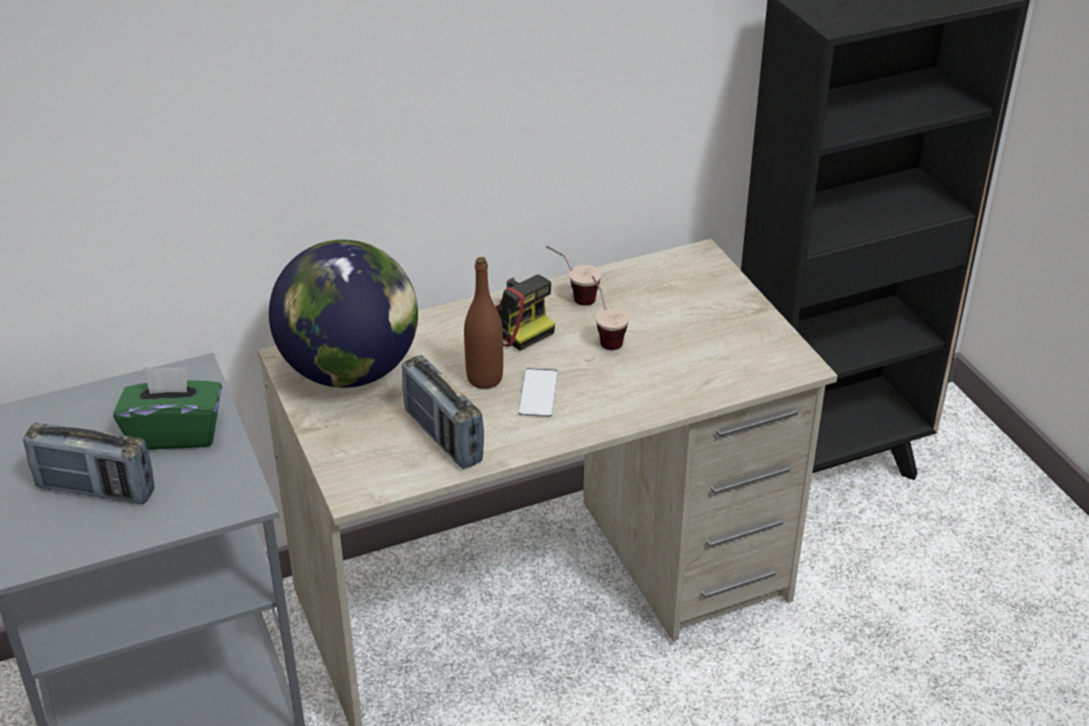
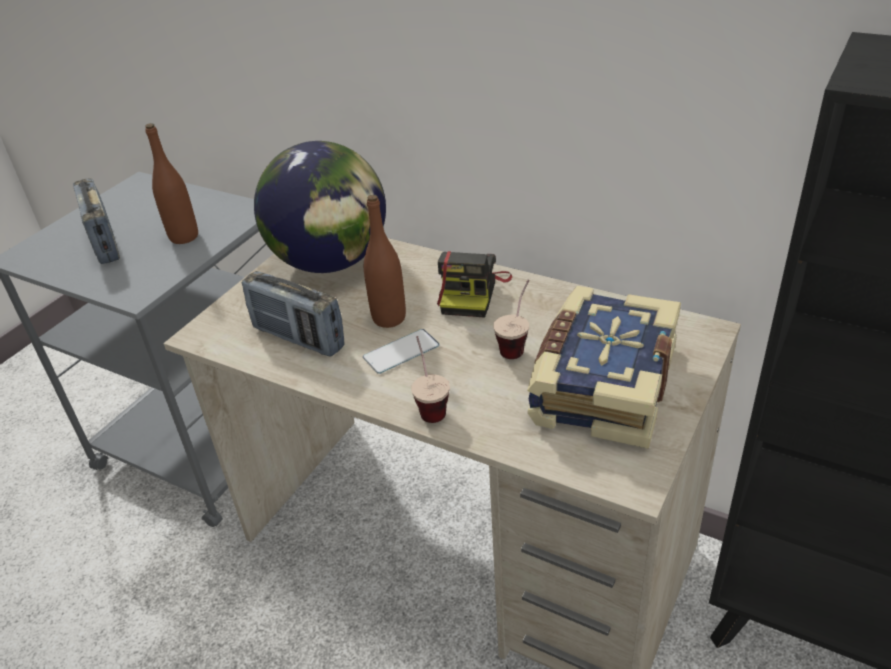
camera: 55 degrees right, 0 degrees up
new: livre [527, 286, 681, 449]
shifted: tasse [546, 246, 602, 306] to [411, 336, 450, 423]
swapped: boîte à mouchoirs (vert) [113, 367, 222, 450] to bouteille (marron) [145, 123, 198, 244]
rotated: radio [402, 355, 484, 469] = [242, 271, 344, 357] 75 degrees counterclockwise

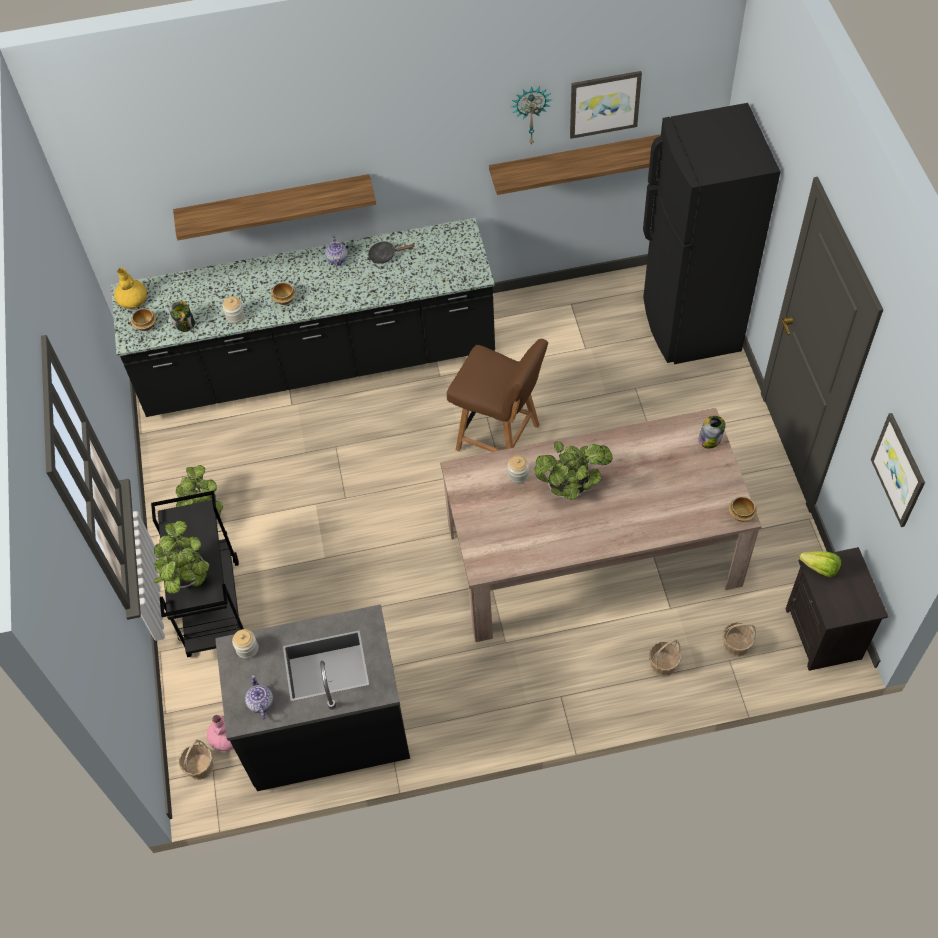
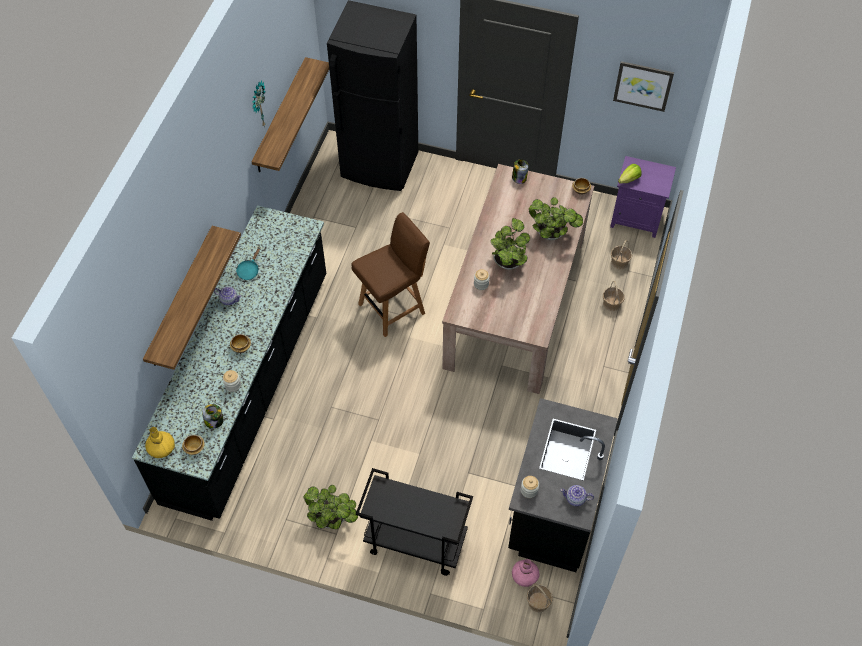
camera: 65 degrees left, 0 degrees up
gone: tableau [570, 71, 642, 139]
shifted: plante en pot [154, 521, 209, 594] to [529, 197, 583, 240]
repainted: poêle (noir) [368, 241, 414, 264] to poêle (turquoise) [236, 247, 261, 280]; table de chevet (noir) [786, 547, 888, 671] to table de chevet (violet) [610, 156, 676, 238]

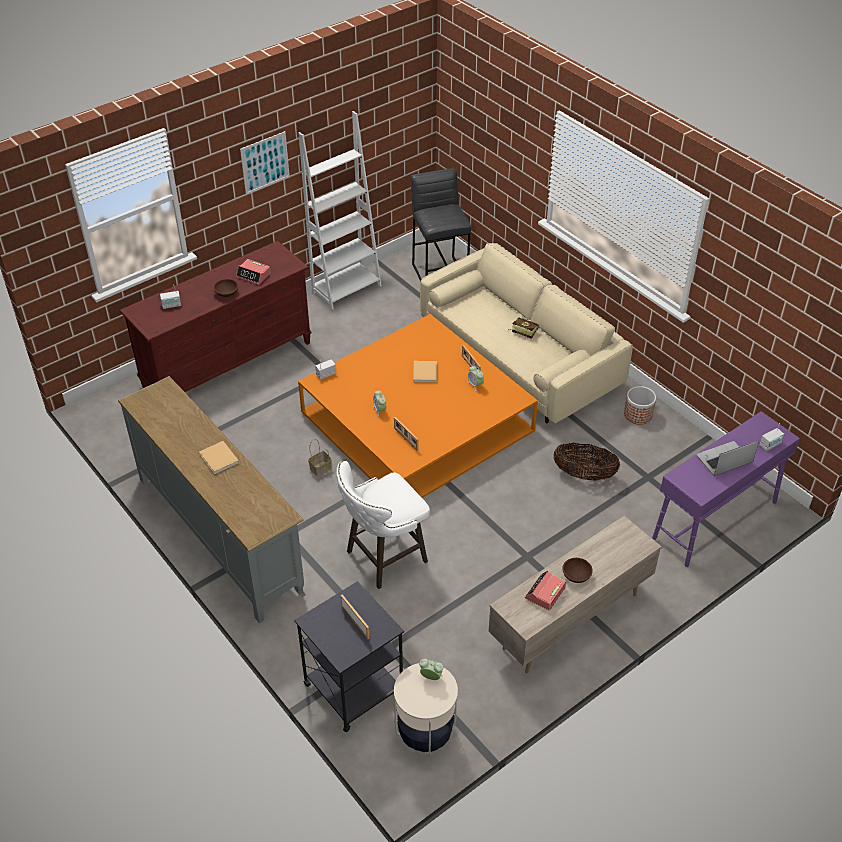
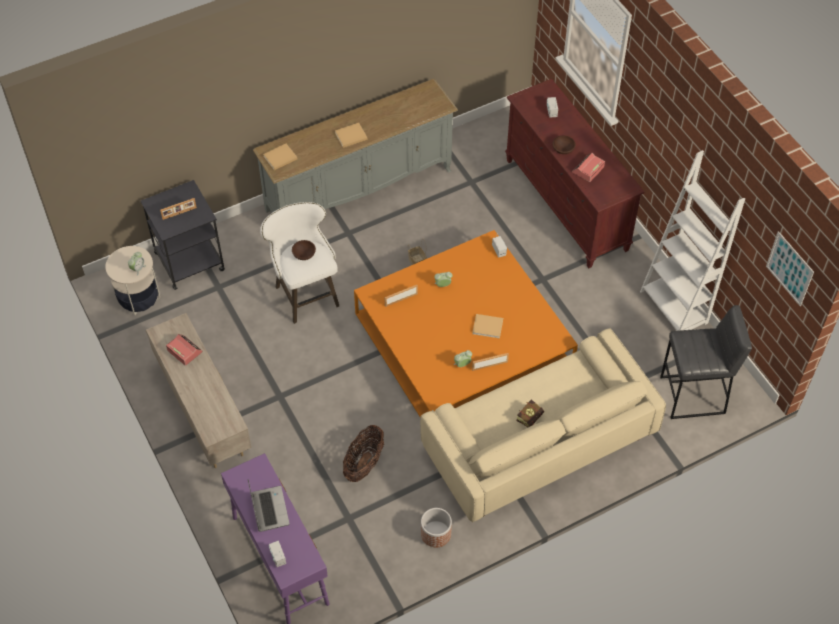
camera: 100 degrees right, 10 degrees up
new: livre (beige) [263, 144, 297, 170]
shifted: tableau [240, 131, 290, 195] to [766, 231, 814, 306]; bol (marron) [562, 558, 593, 583] to [292, 240, 316, 260]

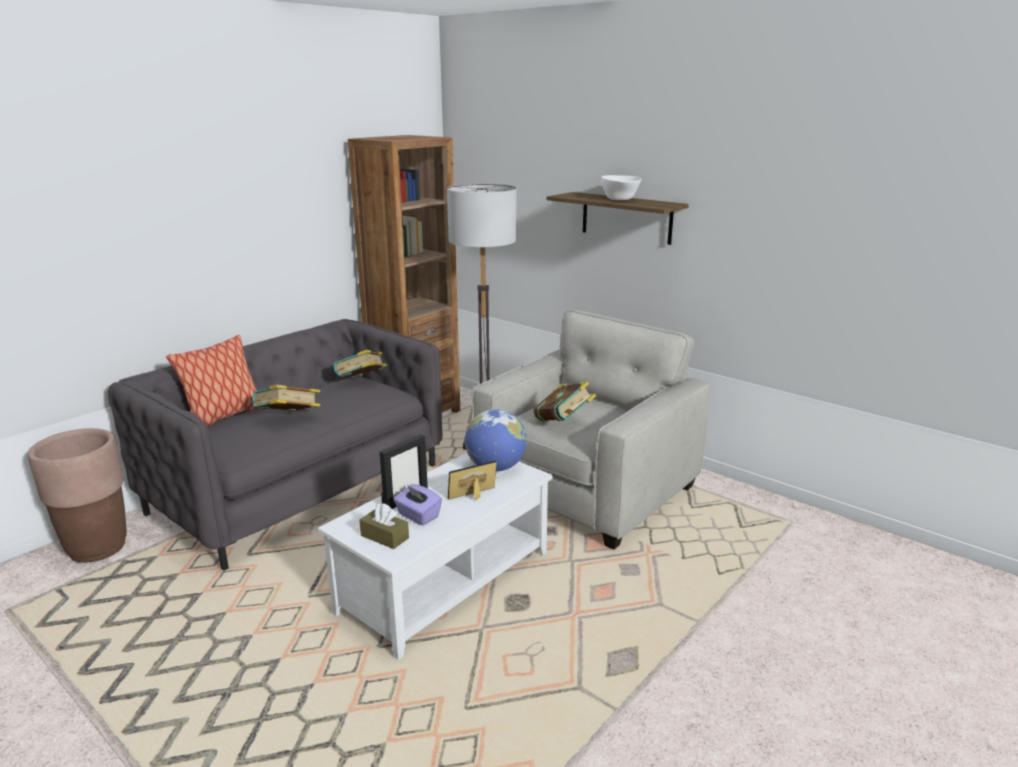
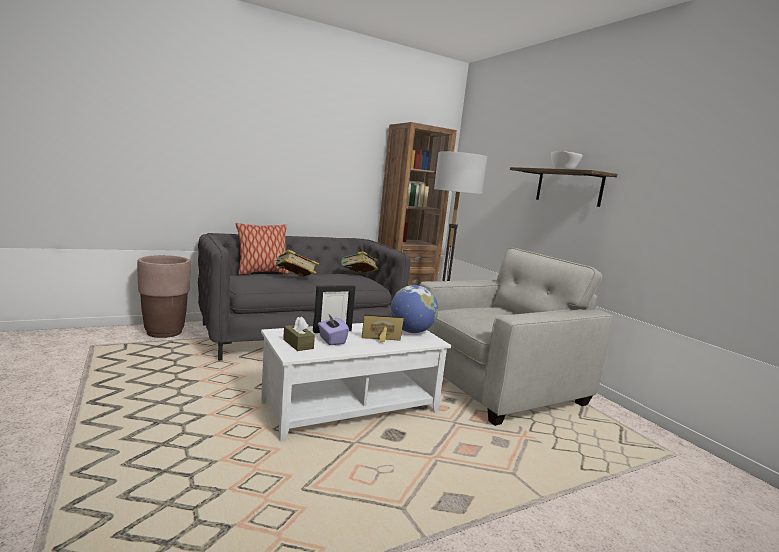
camera: 20 degrees right, 10 degrees down
gone: livre [533, 381, 596, 422]

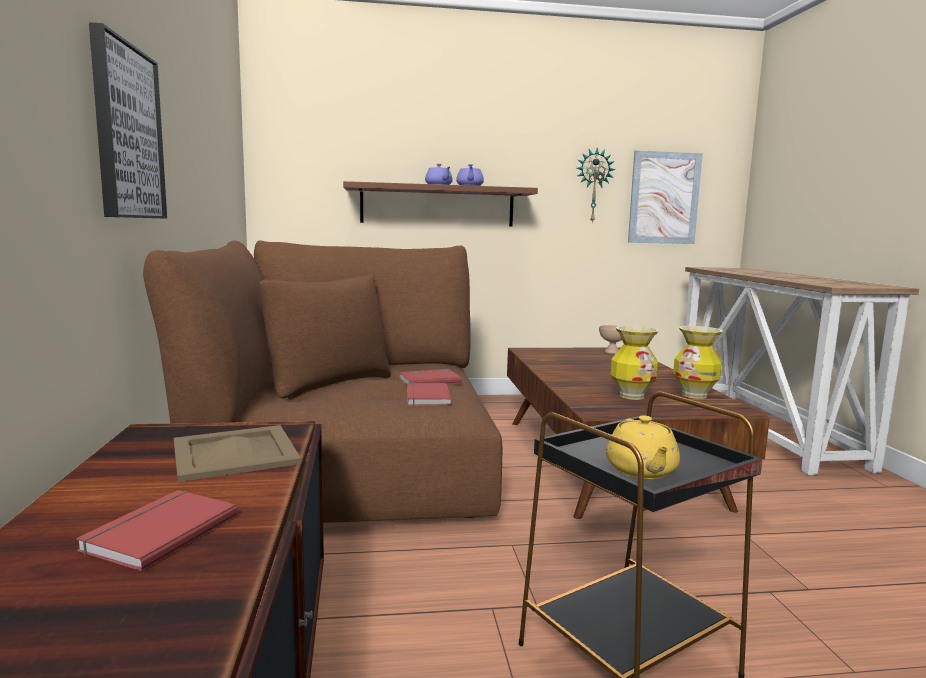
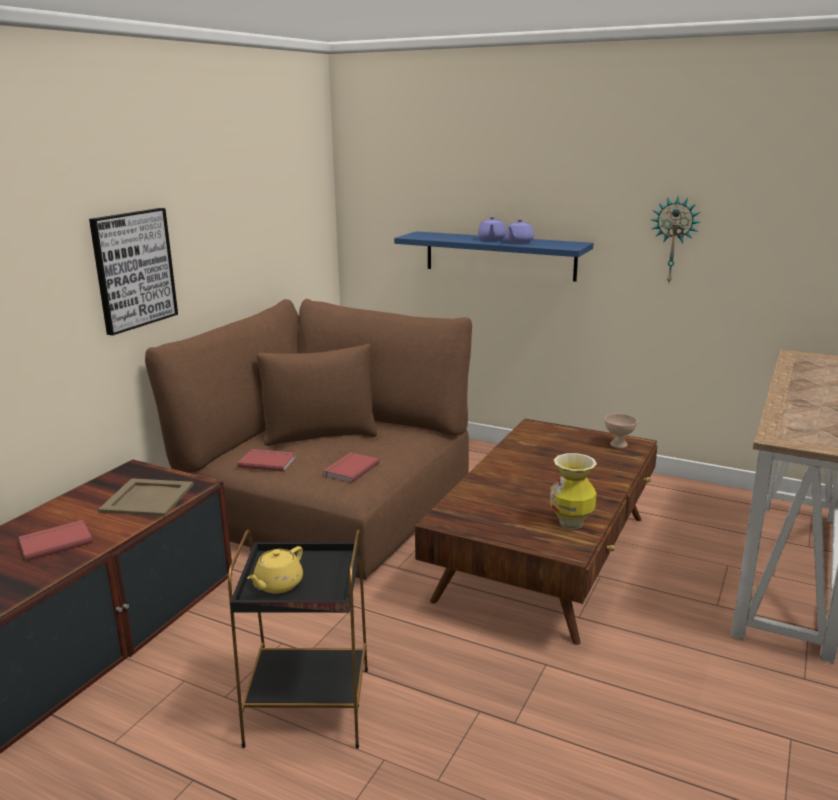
camera: 35 degrees right, 10 degrees up
gone: vase [611, 326, 659, 400]; tableau [628, 151, 703, 244]
shifted: livre (rouge) [399, 369, 462, 384] to [237, 449, 297, 472]
repainted: étagère (marron) [343, 181, 538, 227] to étagère (bleu) [394, 231, 593, 282]

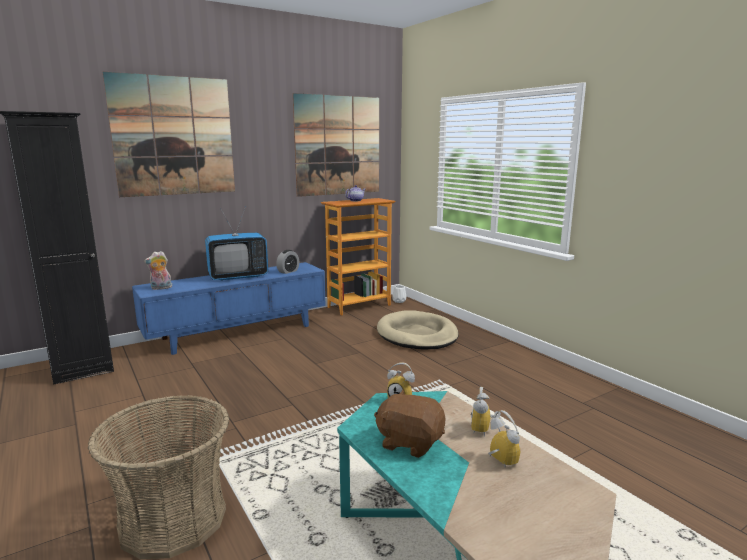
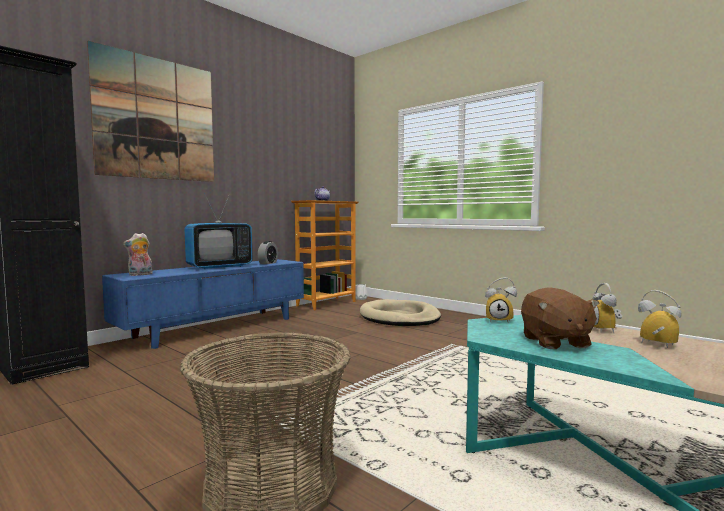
camera: 15 degrees left, 10 degrees down
gone: tableau [293, 93, 379, 197]
rotated: peluche (marron) [374, 390, 446, 458] = [521, 287, 600, 349] 105 degrees counterclockwise

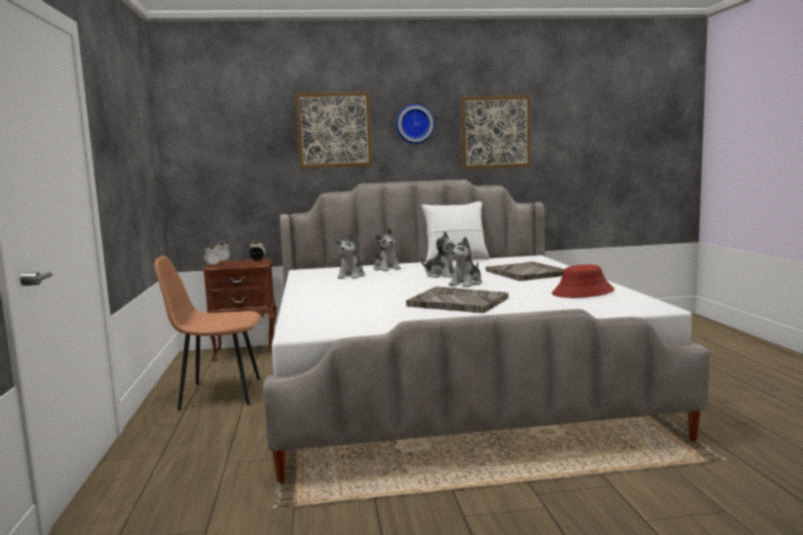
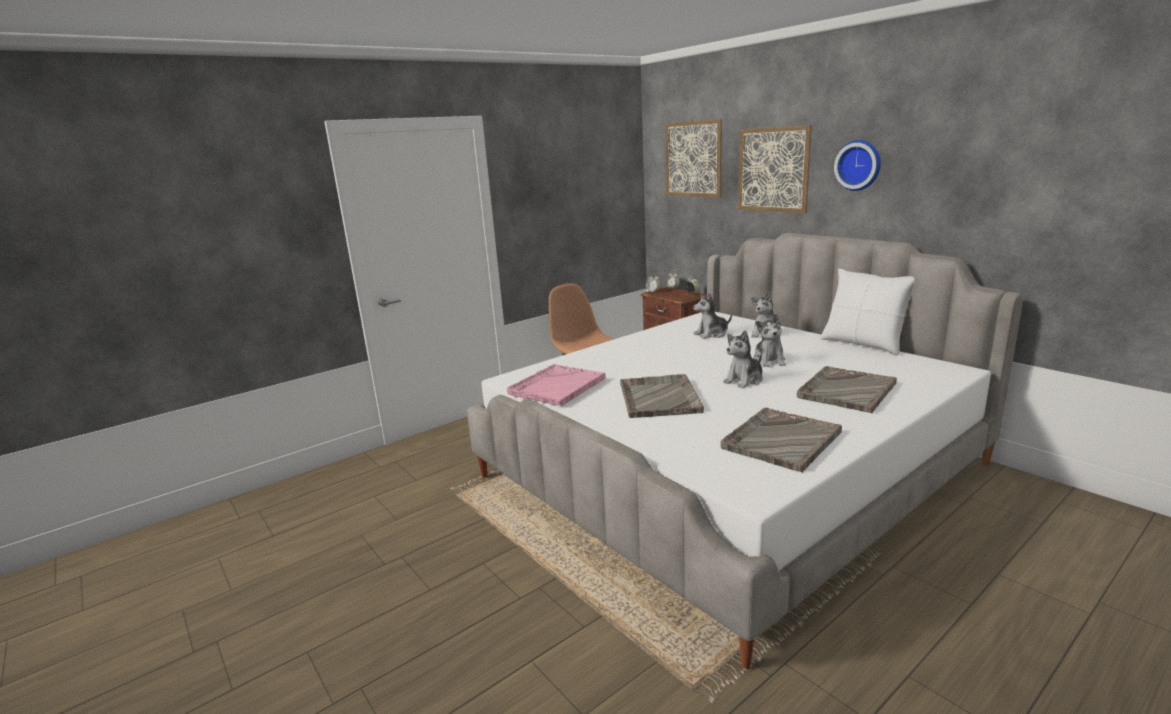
camera: 60 degrees right, 10 degrees up
new: plateau (rose) [507, 364, 606, 406]
shifted: tableau [461, 94, 531, 169] to [665, 119, 722, 198]
swapped: chapeau (rouge) [552, 264, 615, 298] to plateau (gris) [721, 408, 842, 473]
rotated: peluche [449, 237, 482, 287] = [723, 330, 763, 388] 45 degrees counterclockwise

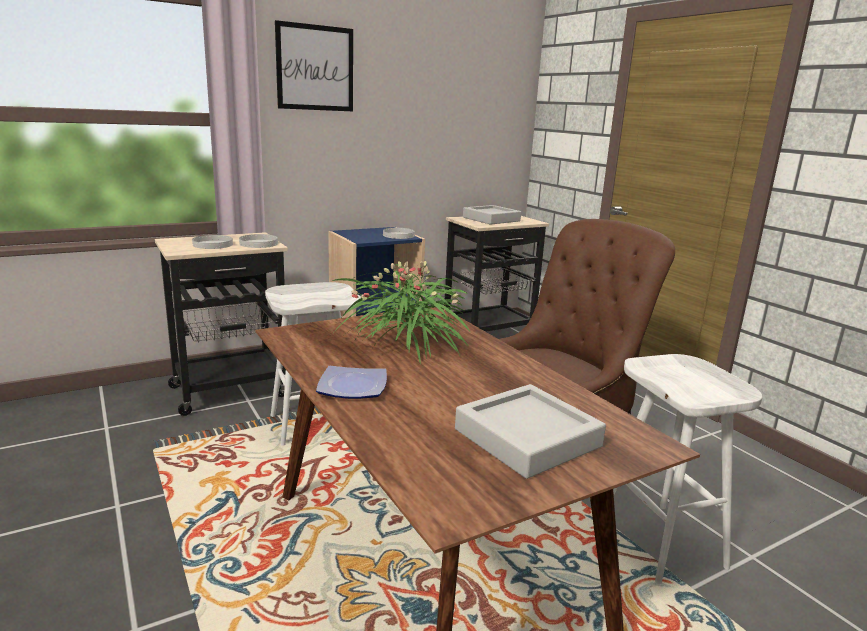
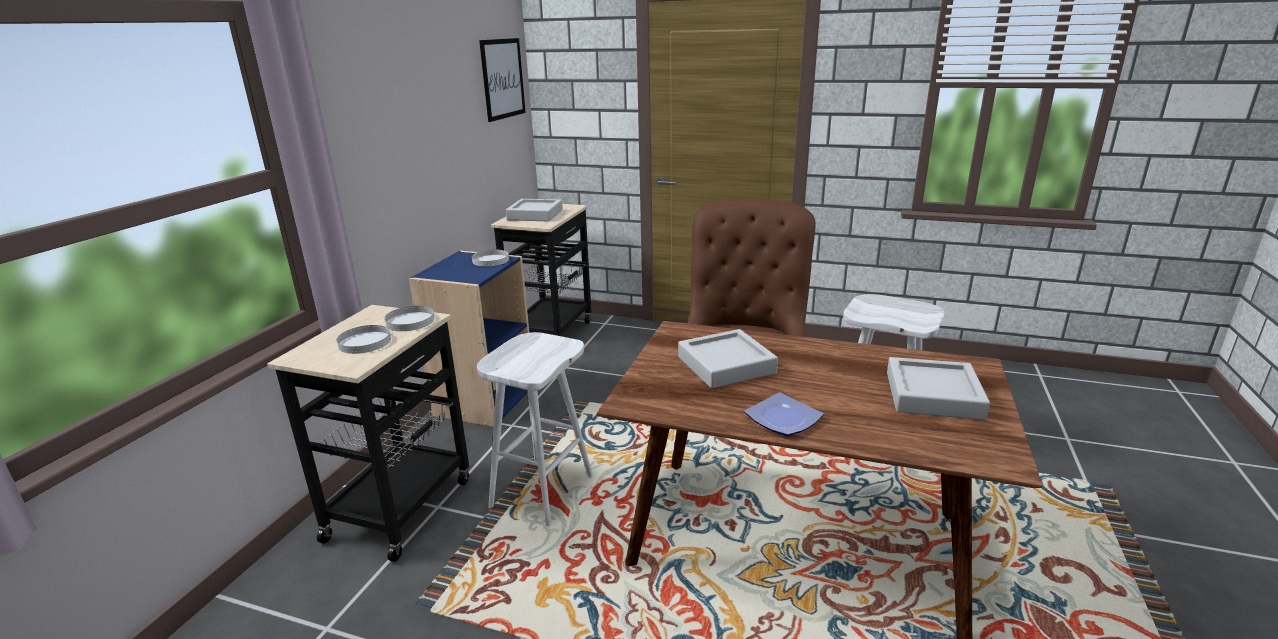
camera: 40 degrees left, 5 degrees up
shifted: tableau [275, 20, 353, 111] to [479, 38, 526, 122]
swapped: plante en pot [332, 261, 470, 365] to plateau (gris) [678, 329, 778, 388]

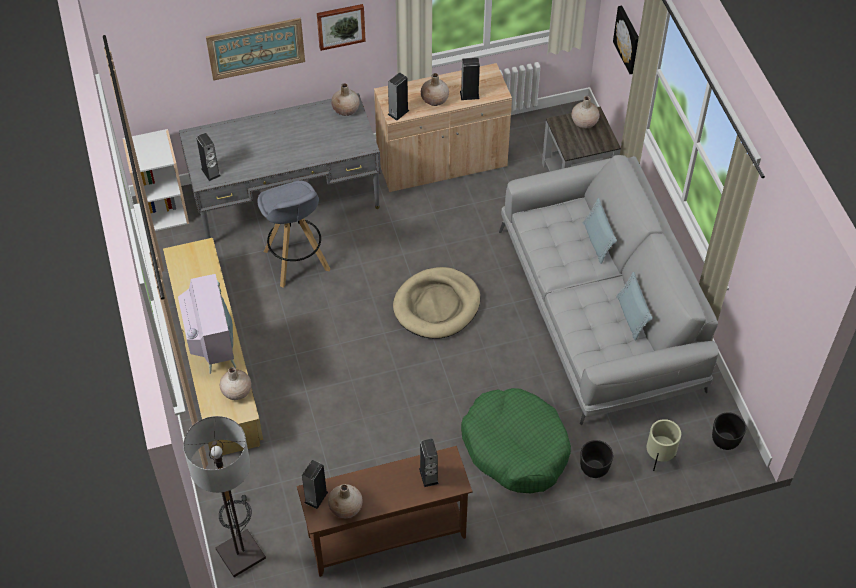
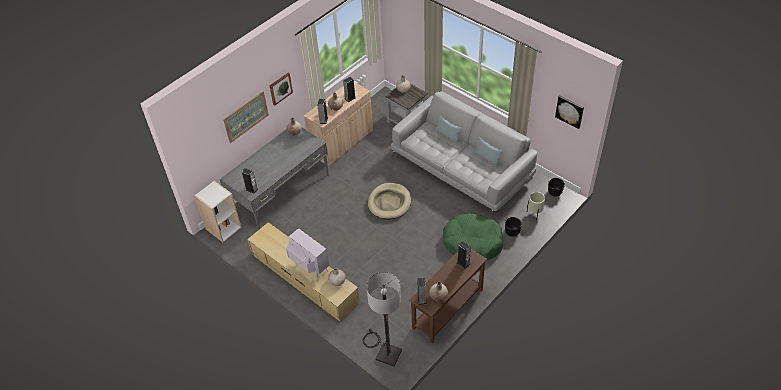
camera: 30 degrees left, 5 degrees down
gone: tabouret (gris) [257, 180, 330, 288]
shifted: tableau [613, 6, 639, 74] to [555, 96, 584, 129]

